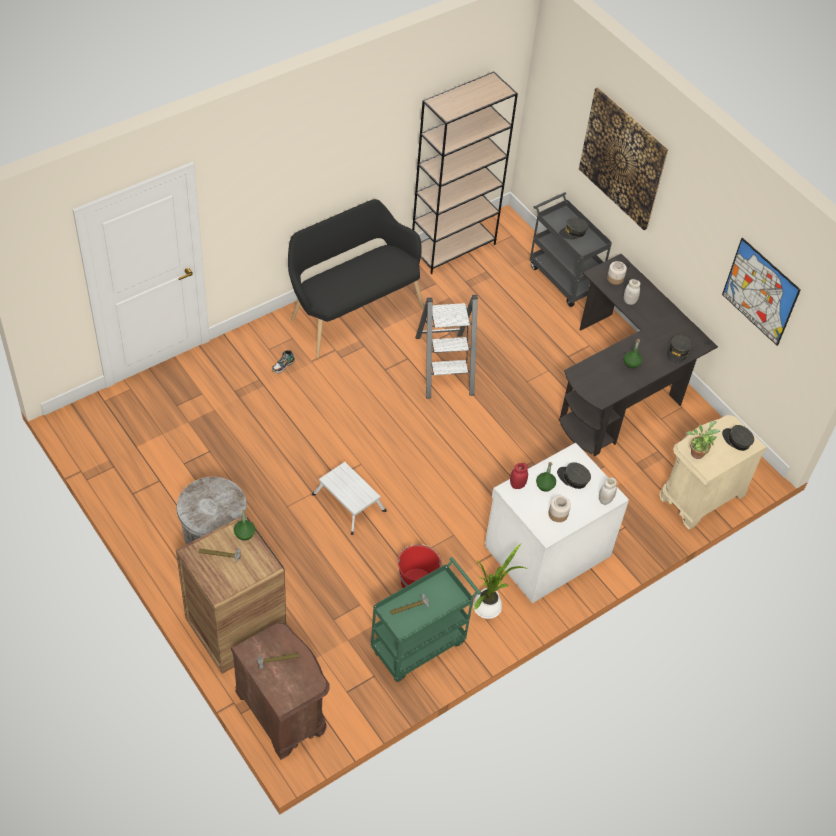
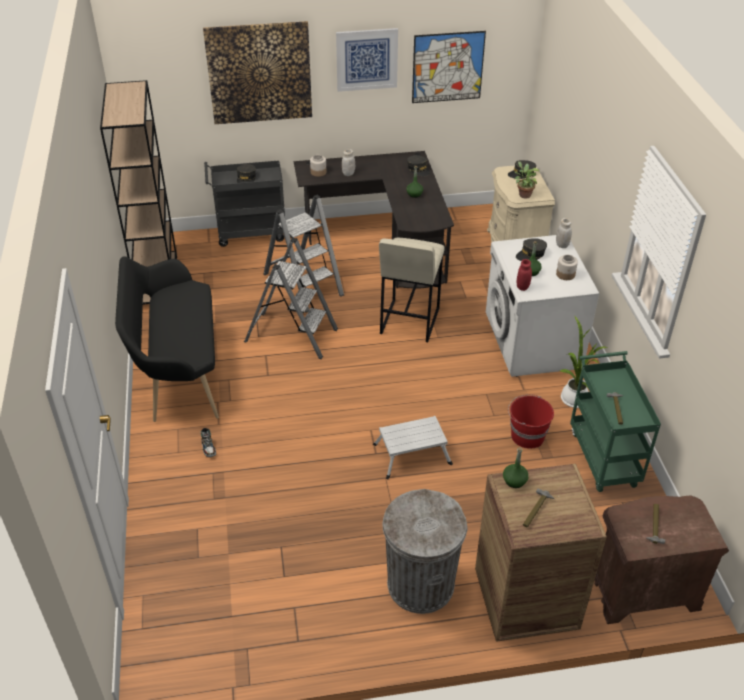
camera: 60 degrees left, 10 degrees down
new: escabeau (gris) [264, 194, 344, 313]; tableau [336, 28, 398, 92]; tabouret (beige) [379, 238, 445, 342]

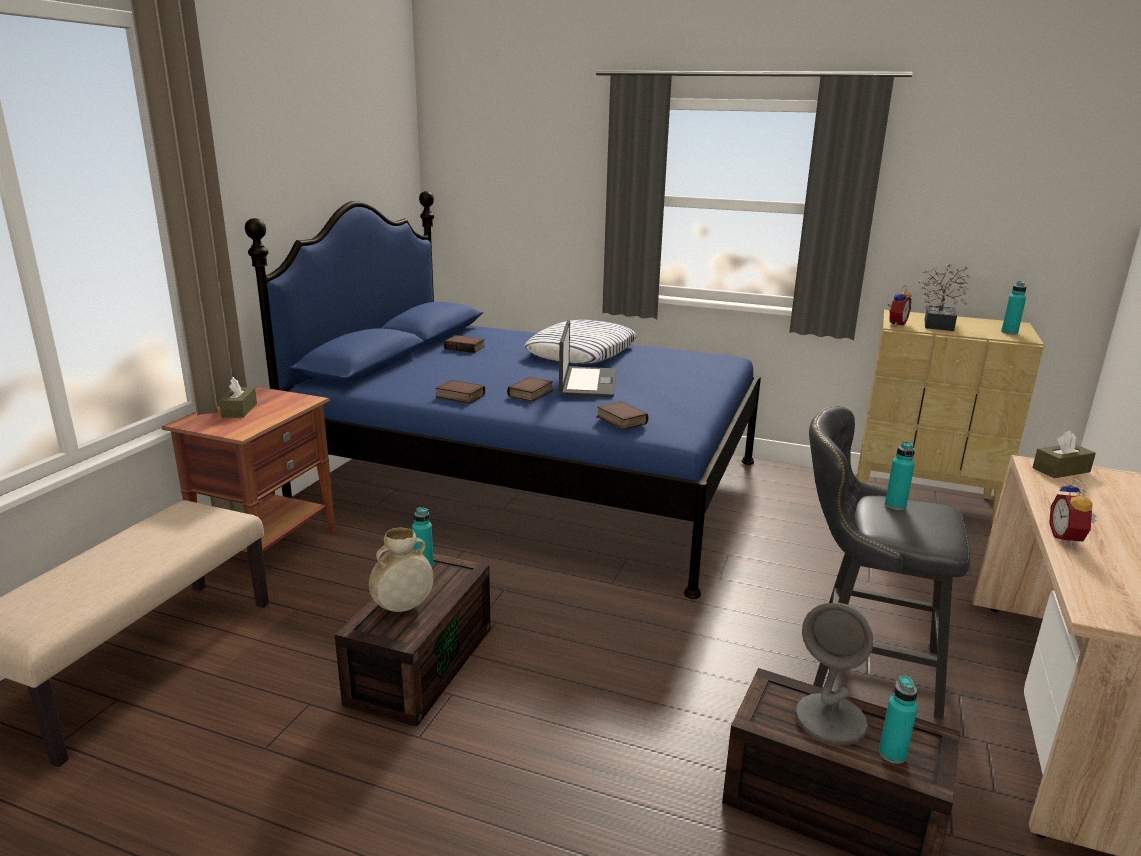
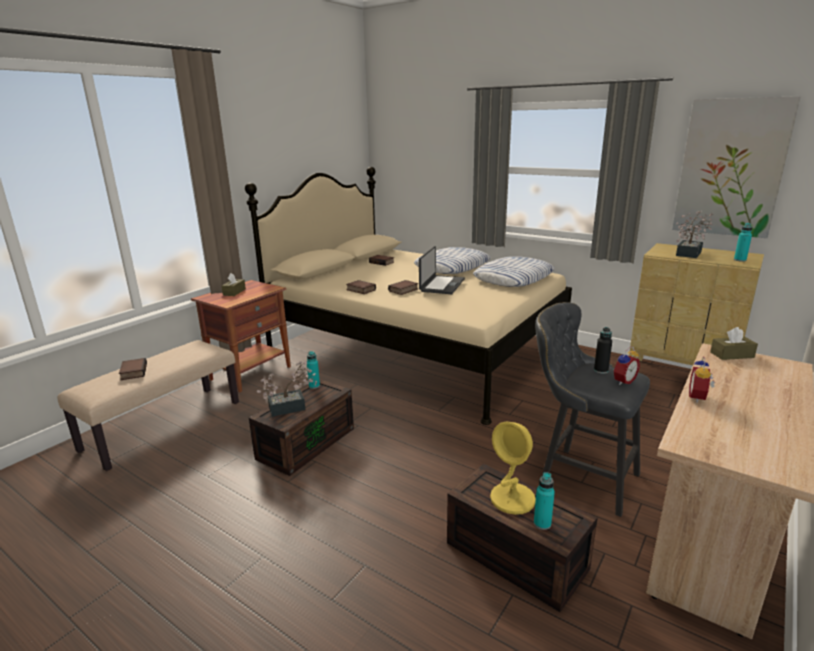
camera: 15 degrees right, 0 degrees up
new: coussin [473, 256, 555, 287]; tableau [672, 96, 801, 238]
shifted: livre [597, 401, 648, 430] to [119, 358, 147, 380]; réveil [888, 285, 912, 326] to [613, 347, 640, 385]
swapped: vase (beige) [369, 527, 434, 612] to plante en pot [257, 361, 317, 417]
repainted: lit (bleu) [245, 191, 761, 599] to lit (beige) [245, 167, 572, 425]; lampe de table (gris) [795, 602, 873, 746] to lampe de table (jaune) [490, 422, 536, 515]; bouteille (turquoise) [885, 441, 915, 510] to bouteille (noir) [594, 327, 612, 374]

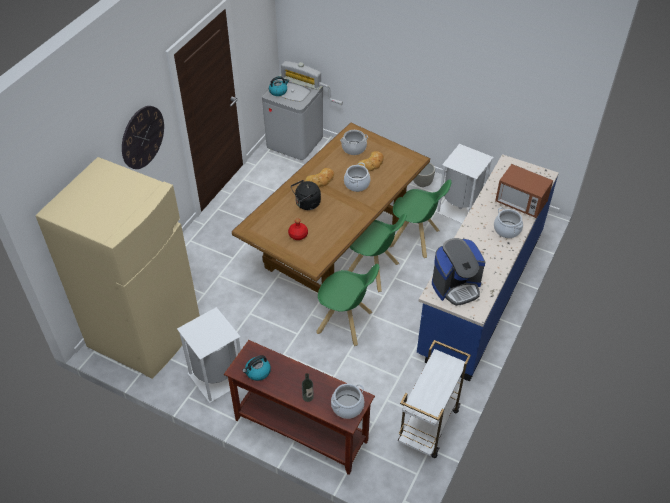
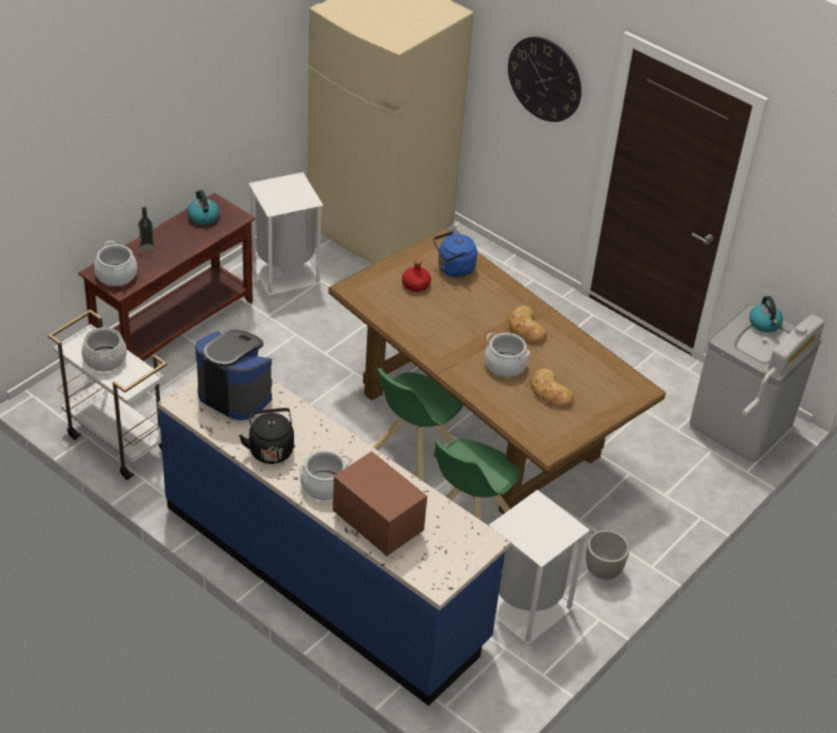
camera: 100 degrees right, 5 degrees down
gone: chaise (vert) [316, 264, 379, 346]
new: bouilloire (bleu) [433, 231, 477, 278]
shifted: bouilloire (noir) [291, 180, 321, 210] to [239, 408, 294, 464]; marmite [340, 130, 368, 155] to [82, 326, 127, 372]
rotated: machine à café [432, 238, 485, 306] = [195, 330, 272, 420] 135 degrees clockwise; micro-ondes [495, 164, 553, 218] = [333, 451, 427, 556] 90 degrees clockwise

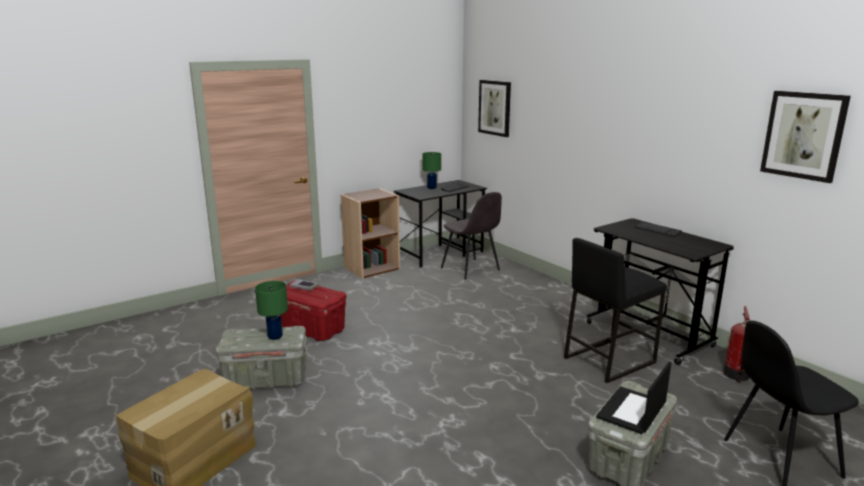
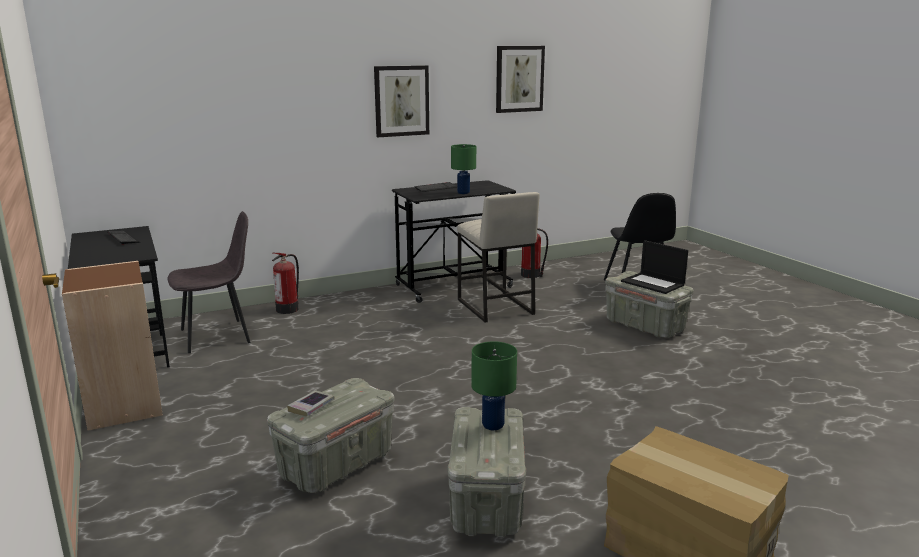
camera: 80 degrees left, 0 degrees up
new: extincteur [272, 253, 299, 314]
shifted: lampe de table (vert) [422, 152, 441, 189] to [451, 144, 476, 194]; tableau [478, 80, 511, 137] to [374, 65, 429, 137]
repainted: boîte de rangement (rouge) [281, 281, 346, 341] to boîte de rangement (gris) [267, 378, 394, 493]; tabouret (noir) [564, 238, 667, 383] to tabouret (beige) [457, 192, 540, 323]

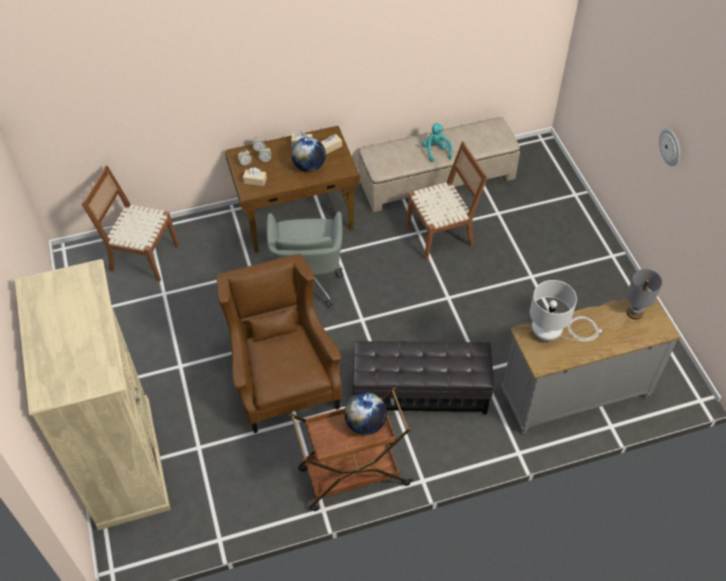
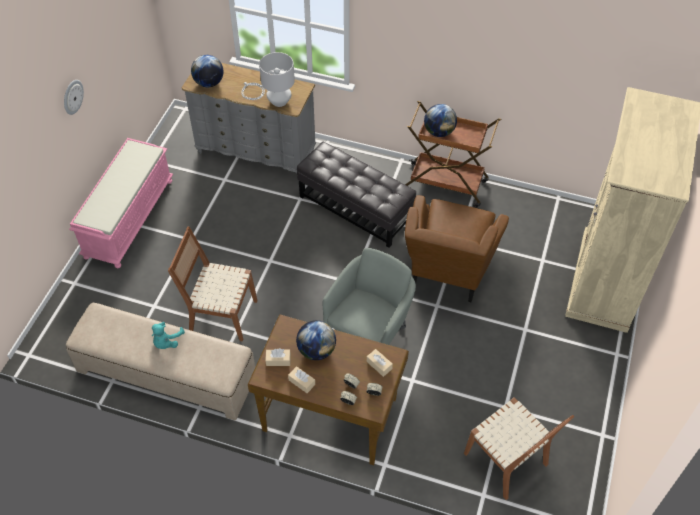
camera: 145 degrees left, 0 degrees up
new: banc (rose) [69, 138, 173, 268]
swapped: lampe de table (gris) [627, 269, 662, 320] to globe [191, 55, 224, 87]

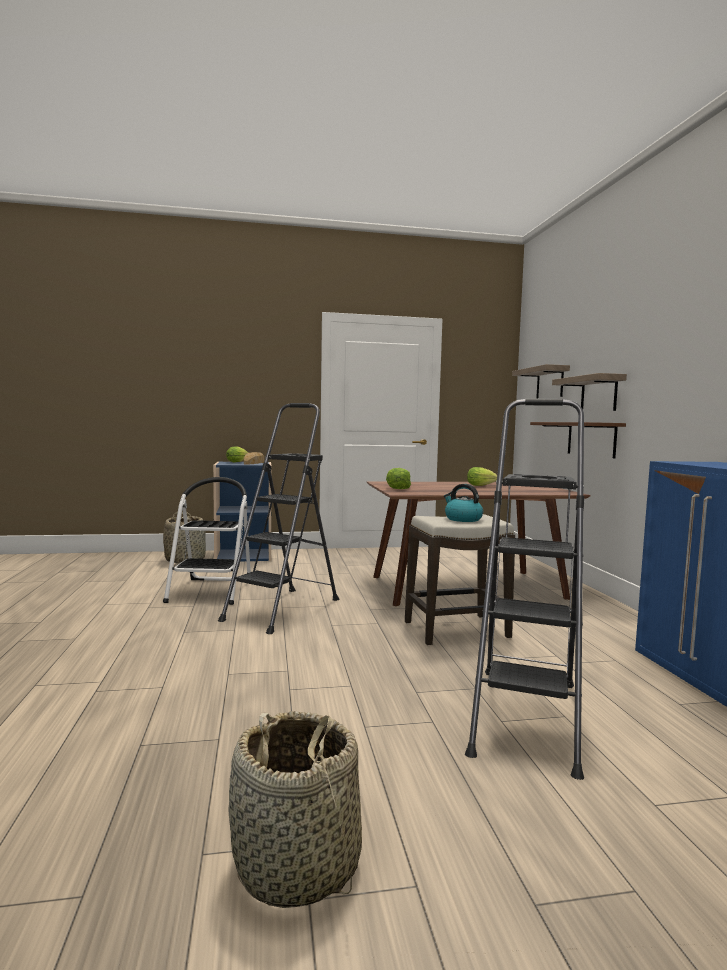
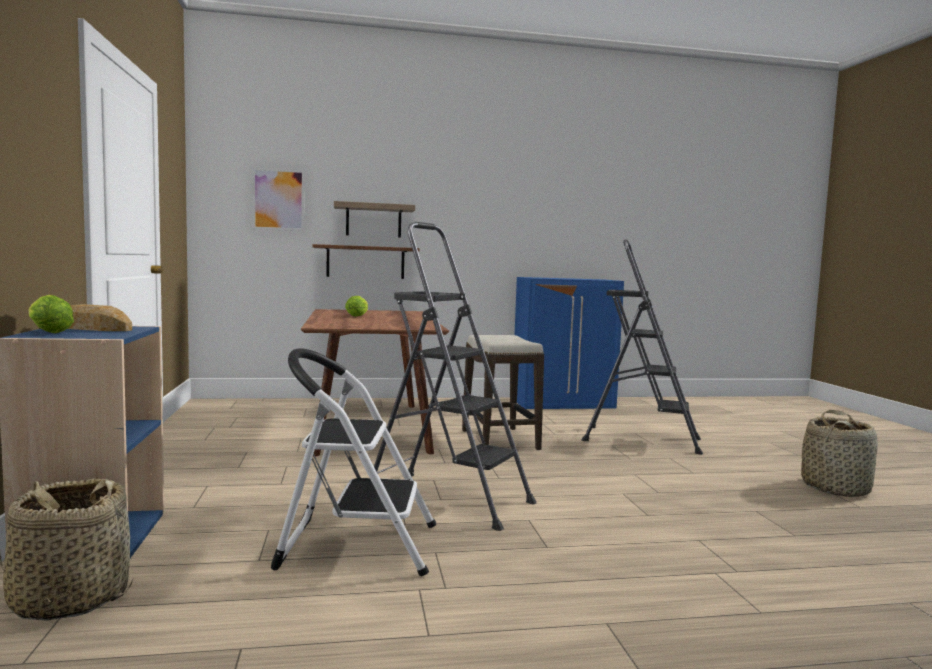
camera: 90 degrees left, 0 degrees up
gone: laitue [386, 468, 411, 489]; bouilloire [444, 484, 483, 522]
swapped: étagère [512, 364, 570, 398] to tableau [252, 167, 305, 231]

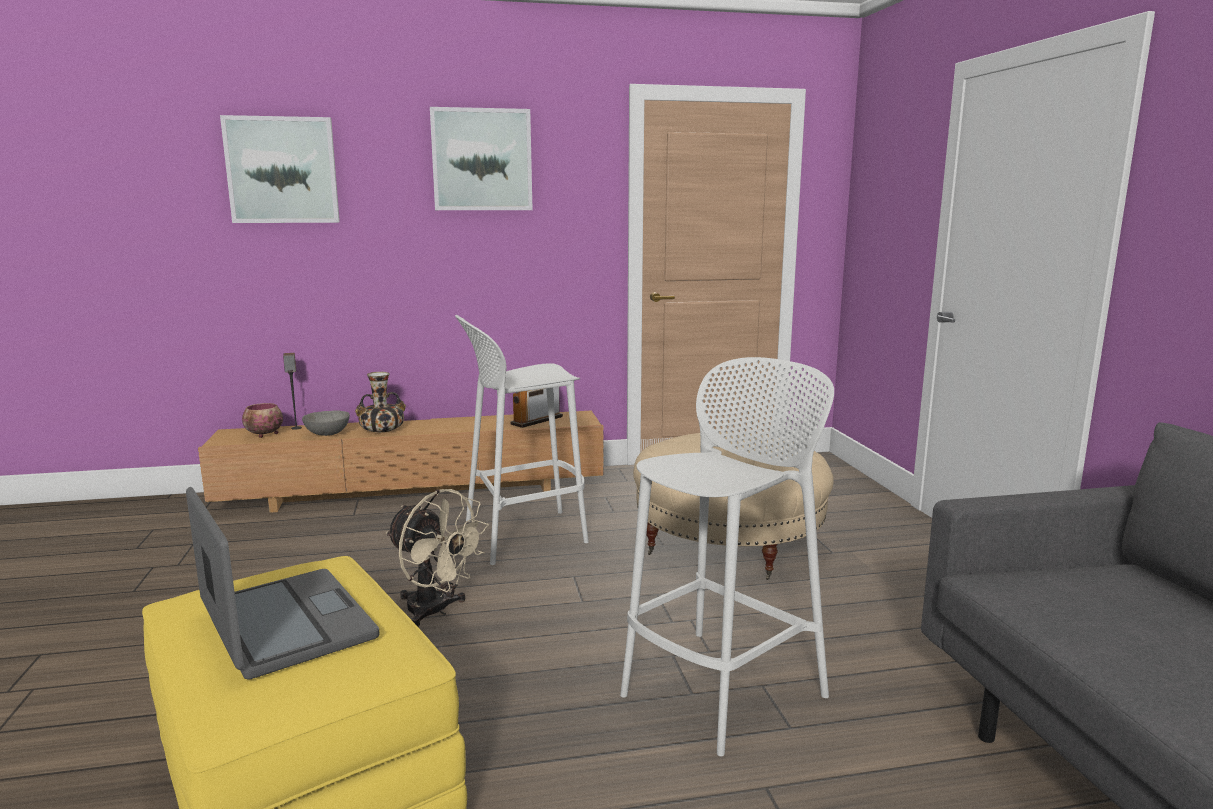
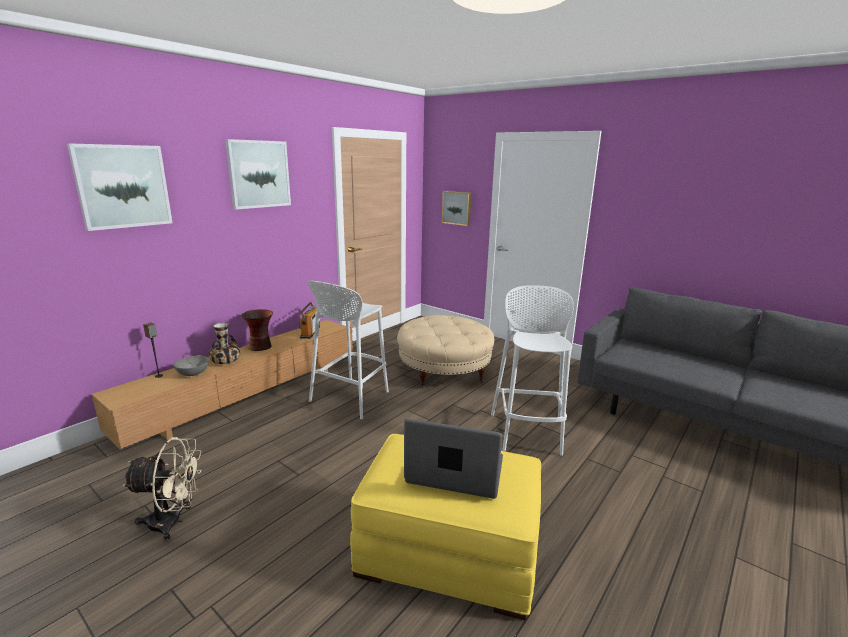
camera: 40 degrees left, 5 degrees up
gone: bol [242, 403, 283, 438]
new: vase [242, 309, 273, 351]; tableau [442, 191, 471, 226]
shifted: ventilateur (beige) [386, 489, 489, 627] to [122, 437, 202, 541]

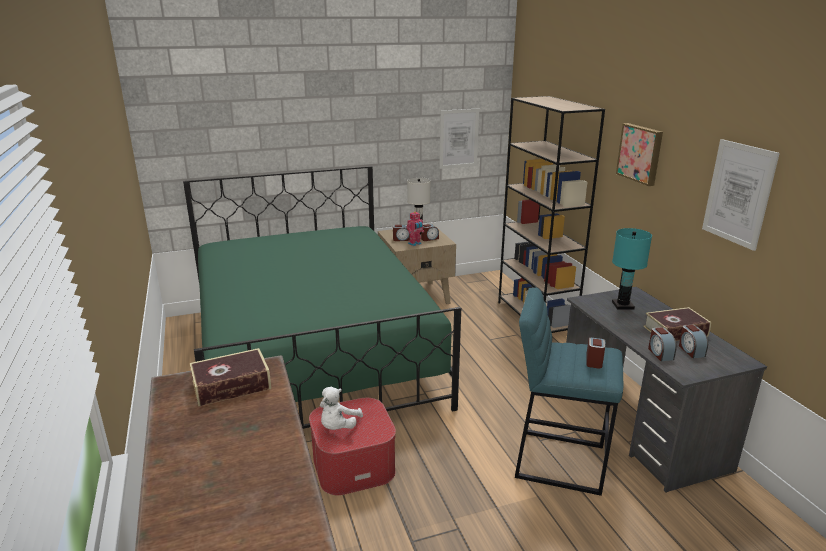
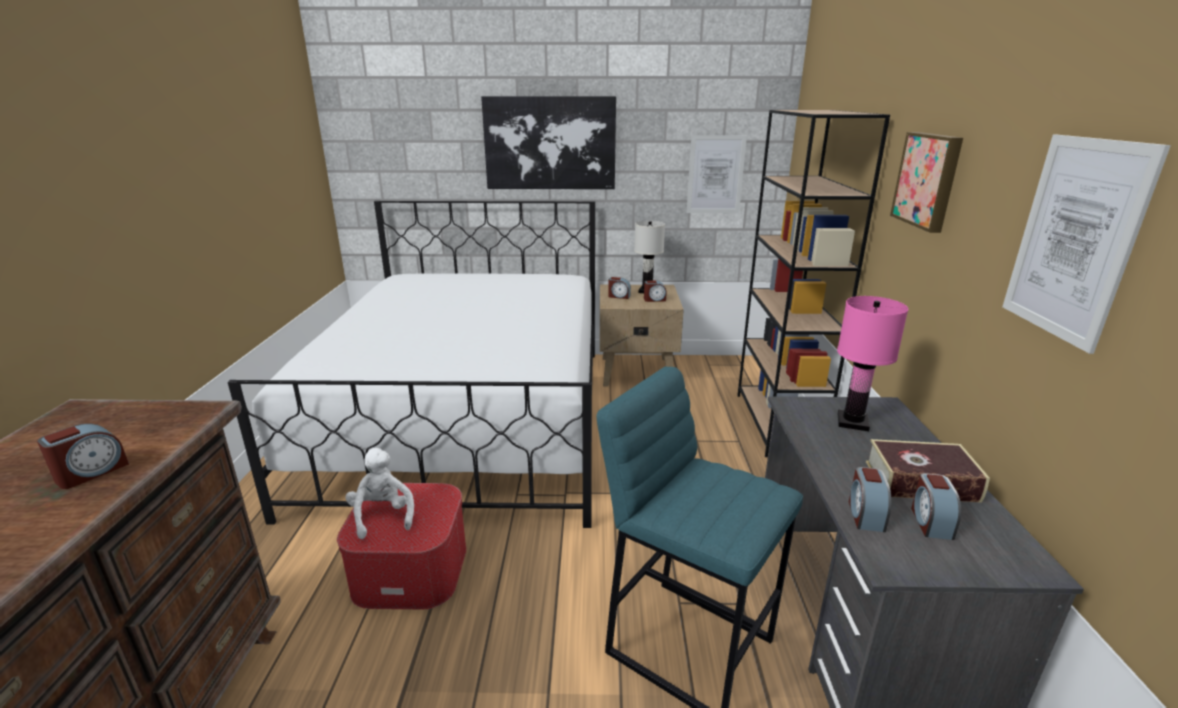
camera: 20 degrees right, 0 degrees up
gone: livre [190, 348, 271, 406]; robot jouet [406, 211, 424, 246]
new: tableau [481, 96, 616, 189]
shifted: réveil [587, 337, 605, 369] to [37, 423, 129, 489]
repainted: lit (vert) [183, 166, 461, 429] to lit (blanc) [228, 201, 595, 528]; lampe de table (turquoise) [612, 228, 652, 310] to lampe de table (rose) [837, 296, 908, 431]
rotated: peluche (blanc) [320, 387, 363, 430] = [345, 448, 414, 539] 120 degrees clockwise

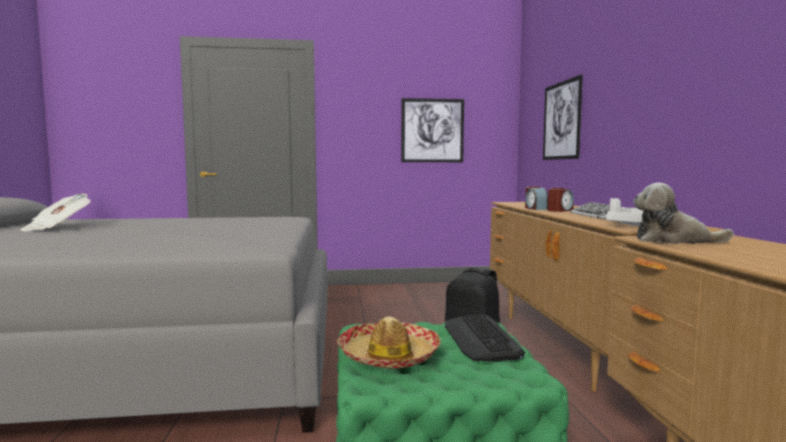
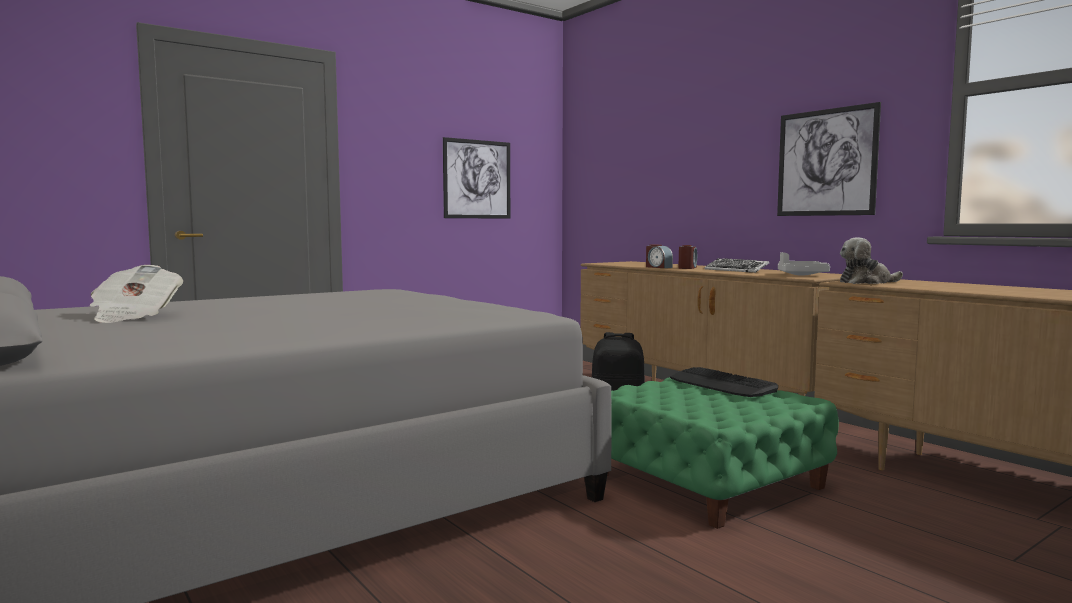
camera: 30 degrees left, 0 degrees up
gone: chapeau [337, 317, 441, 369]
shifted: tableau [543, 74, 583, 160] to [777, 102, 881, 216]

